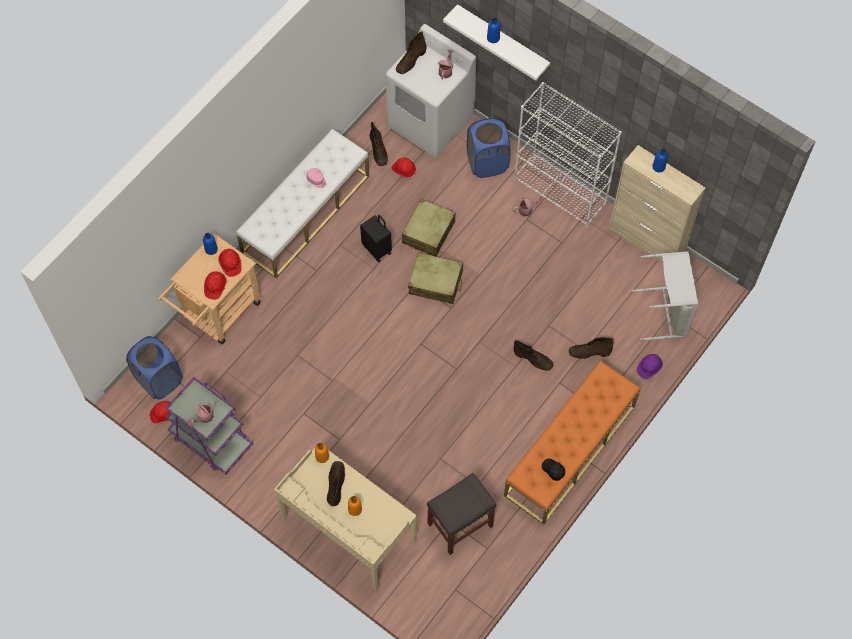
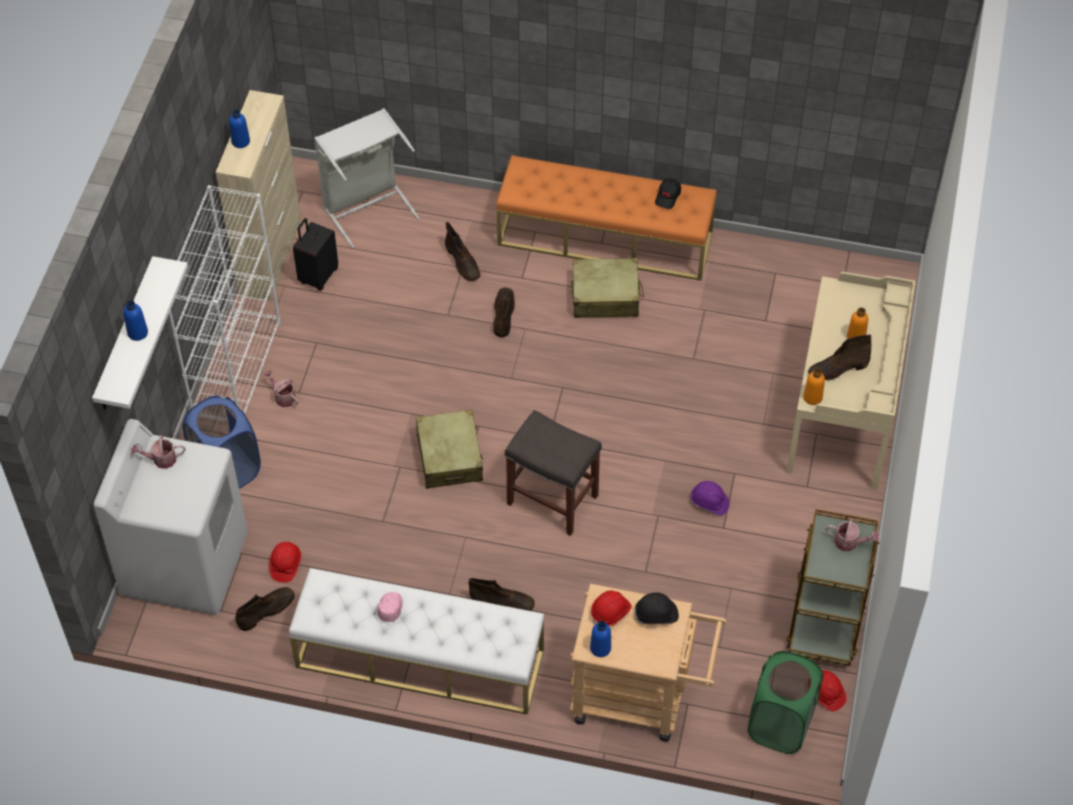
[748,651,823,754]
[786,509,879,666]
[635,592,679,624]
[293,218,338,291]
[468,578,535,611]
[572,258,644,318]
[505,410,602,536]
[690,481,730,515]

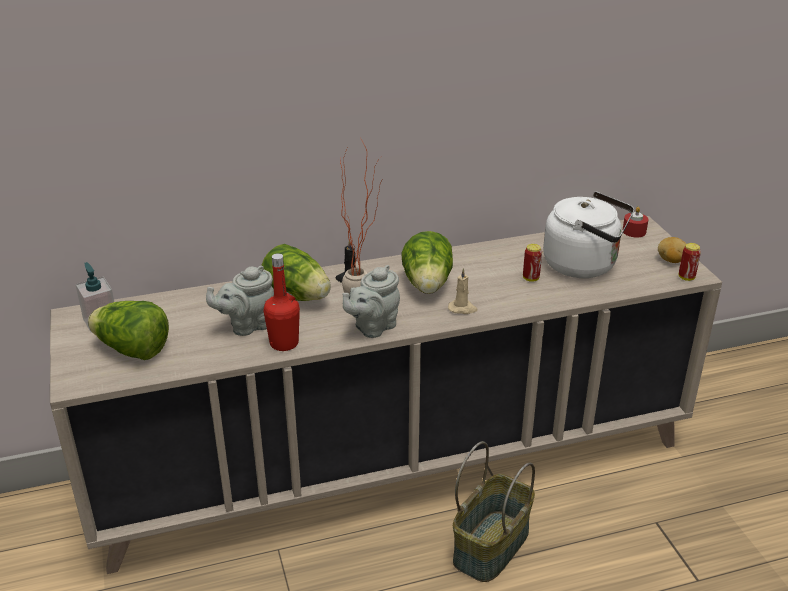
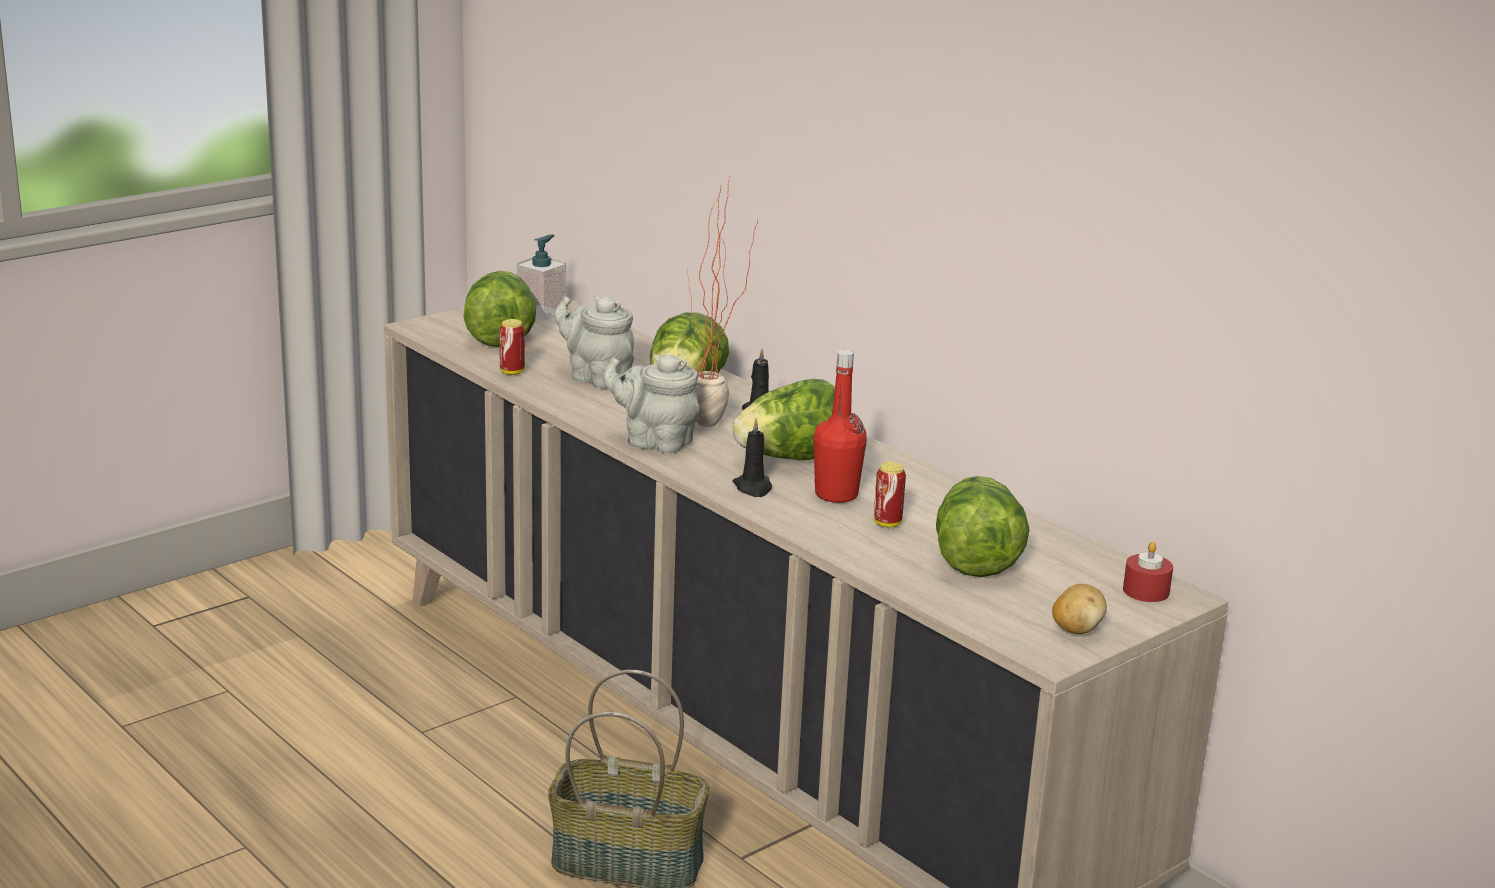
[813,350,867,503]
[732,418,772,497]
[936,476,1030,577]
[499,319,525,375]

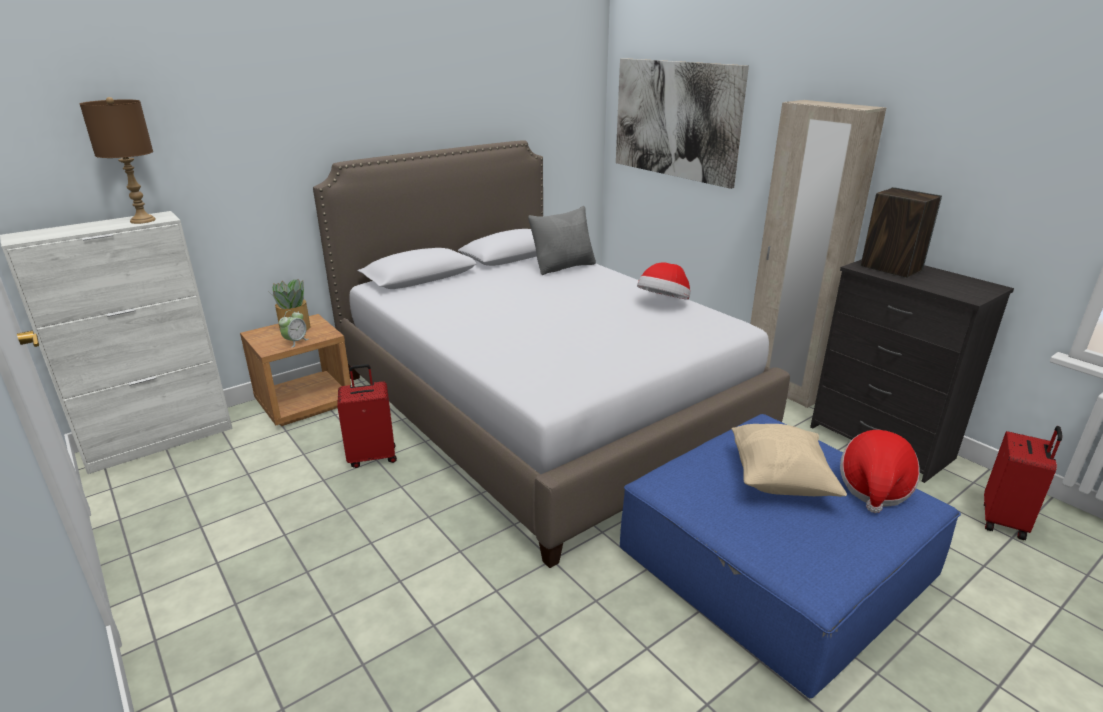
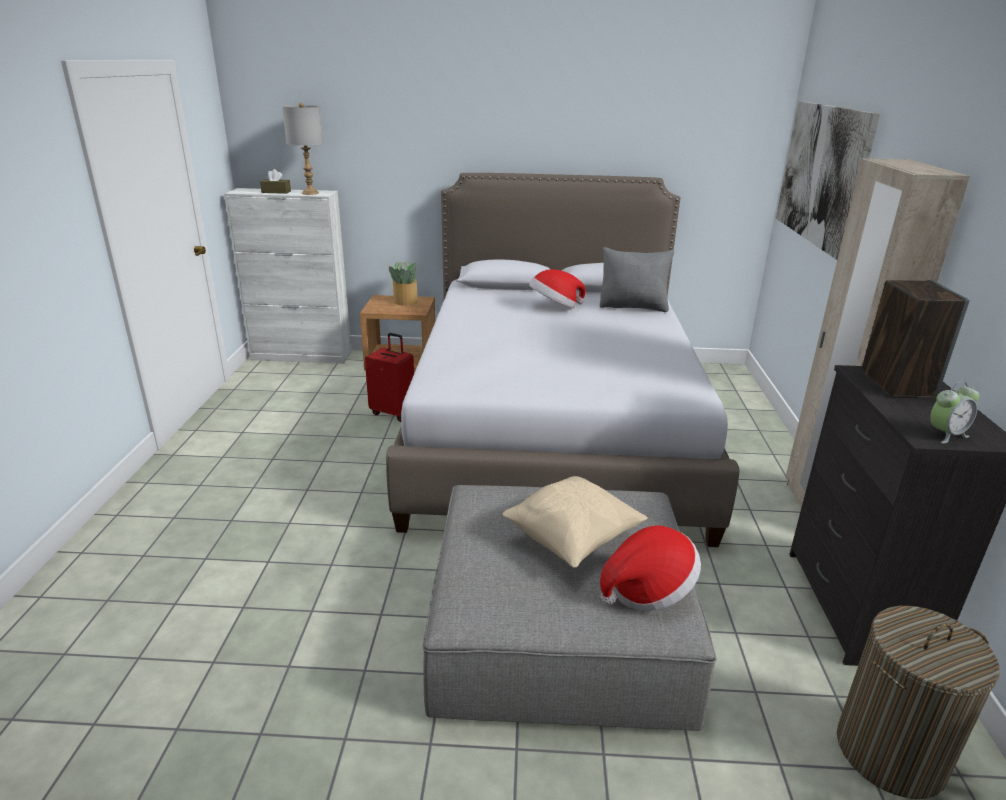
[282,103,324,195]
[930,381,979,443]
[422,485,717,731]
[529,269,586,308]
[837,606,1000,799]
[260,169,291,194]

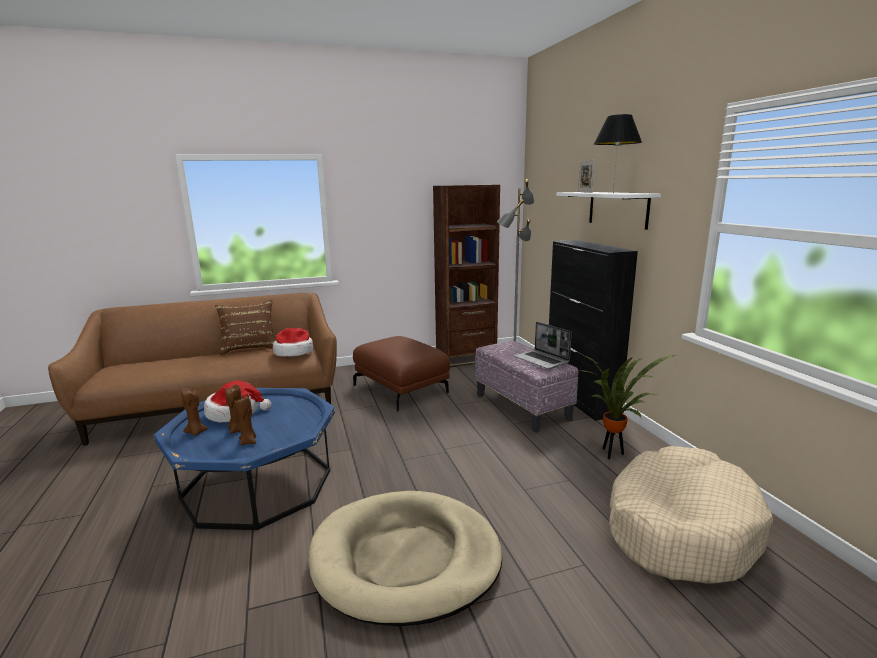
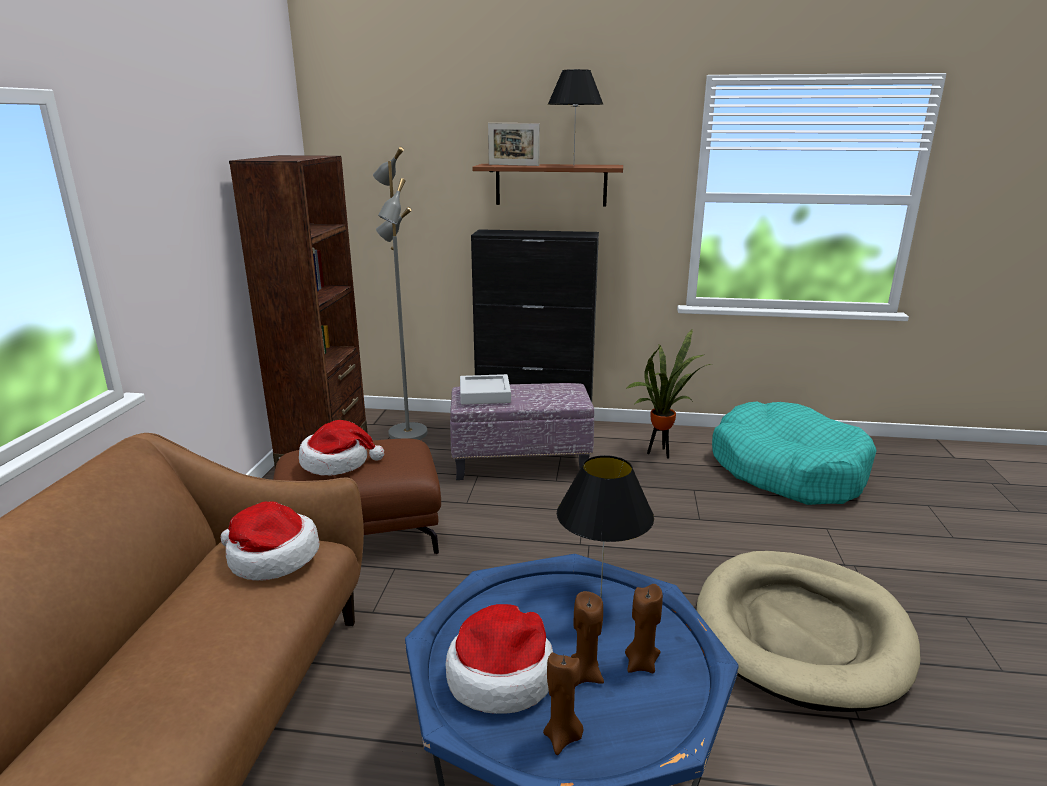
[215,300,275,355] (first image)
[514,322,572,369] (first image)
[472,164,623,206]
[712,402,877,505]
[299,420,384,476]
[460,374,511,405]
[557,455,654,597]

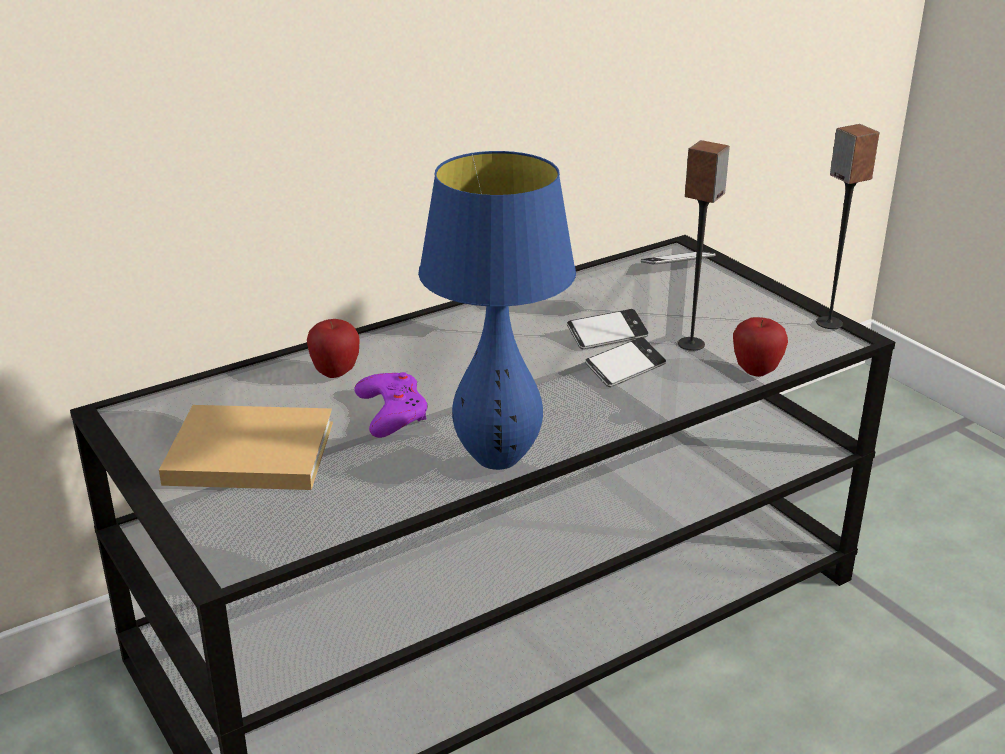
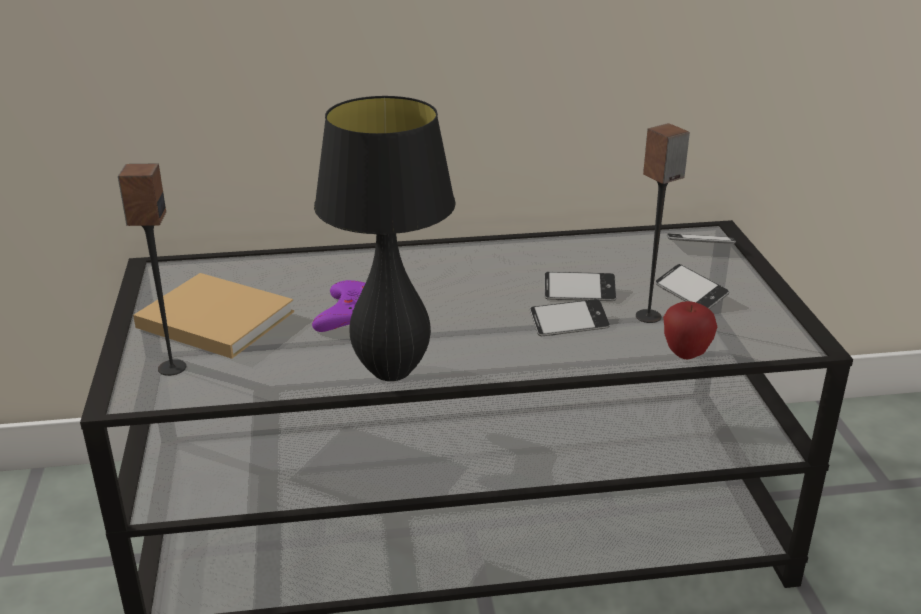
[307,319,359,378] (first image)
[314,96,456,381]
[118,164,186,376]
[655,264,729,309]

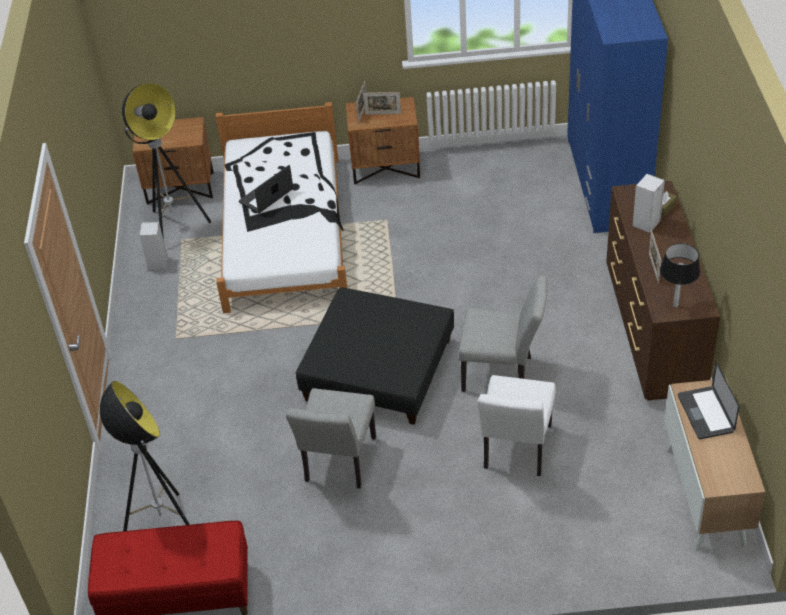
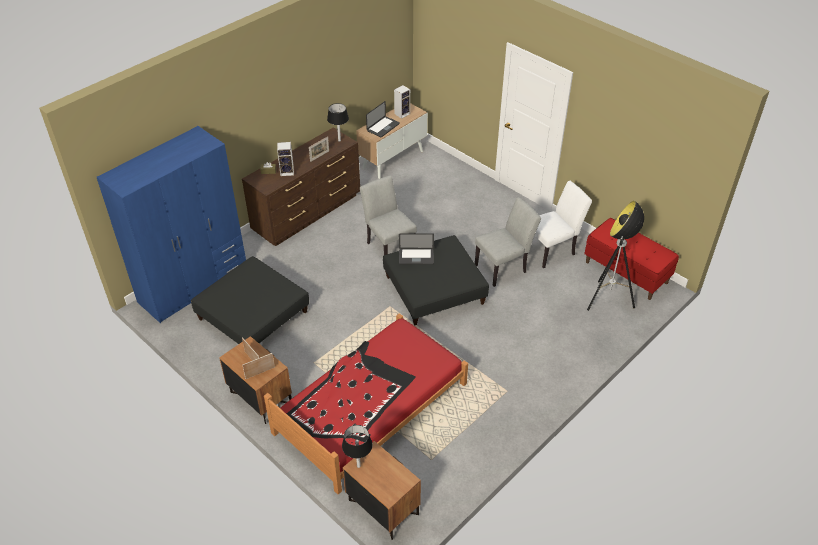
[122,83,211,240] (first image)
[394,85,410,119]
[264,313,468,494]
[399,233,434,265]
[535,181,592,268]
[191,256,309,344]
[342,425,373,468]

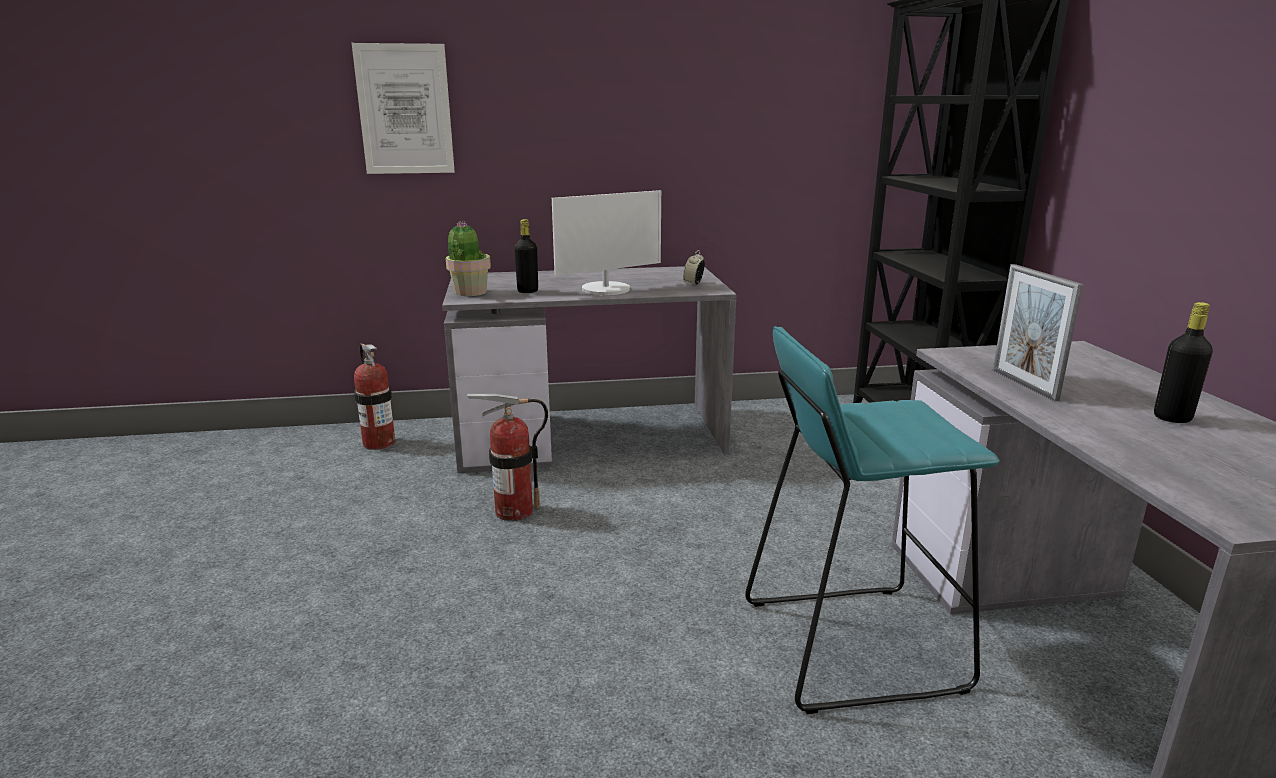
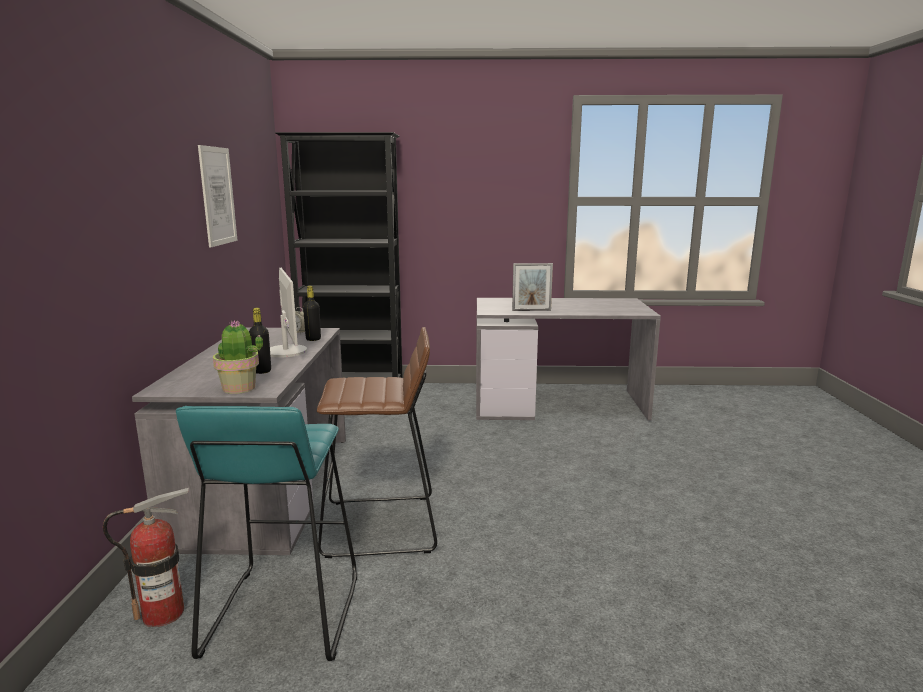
[198,145,238,247]
[317,327,437,558]
[176,406,357,661]
[303,286,321,341]

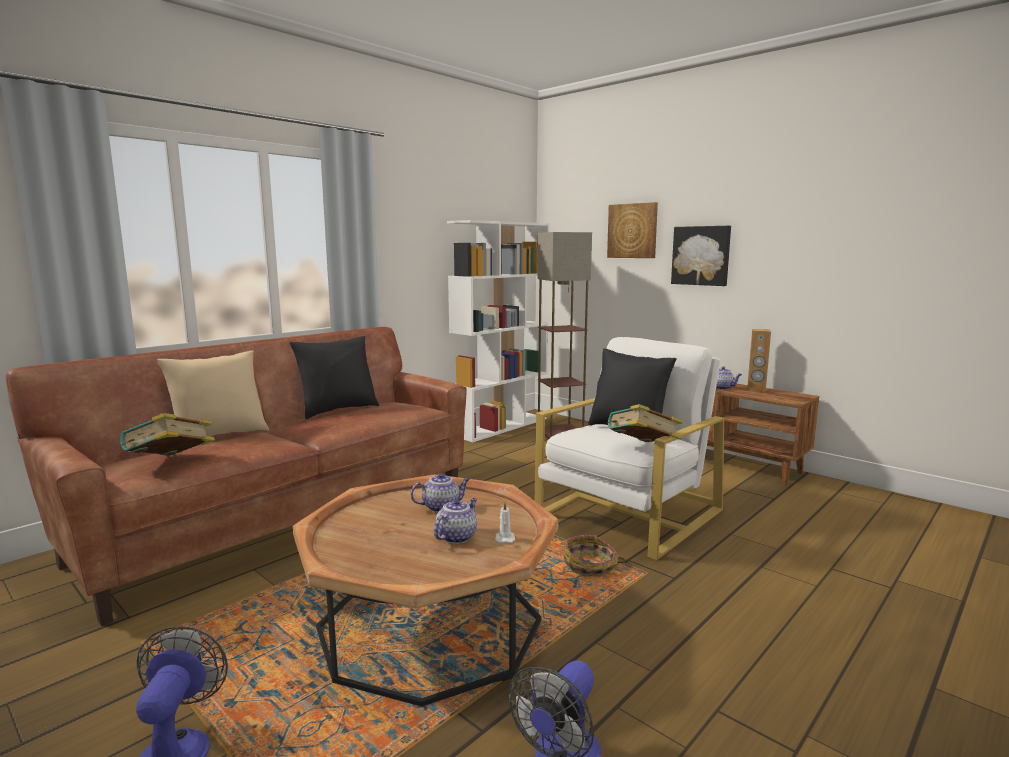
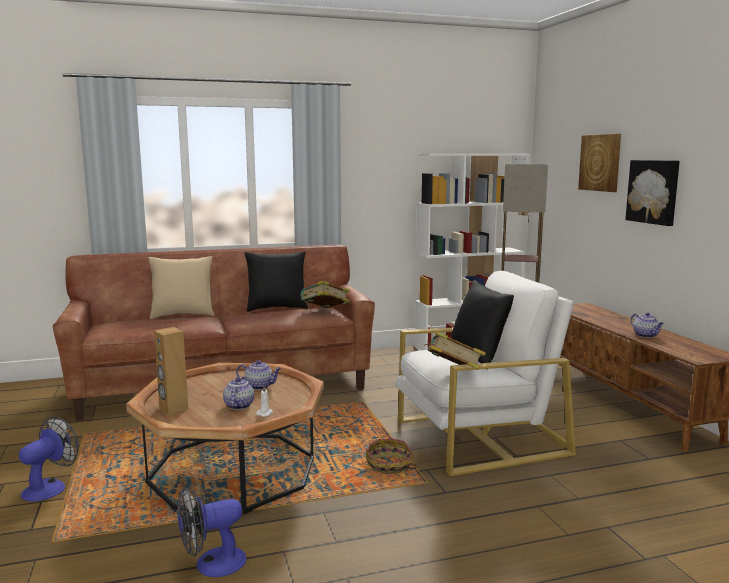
[300,281,350,308]
[223,377,254,410]
[154,327,188,415]

